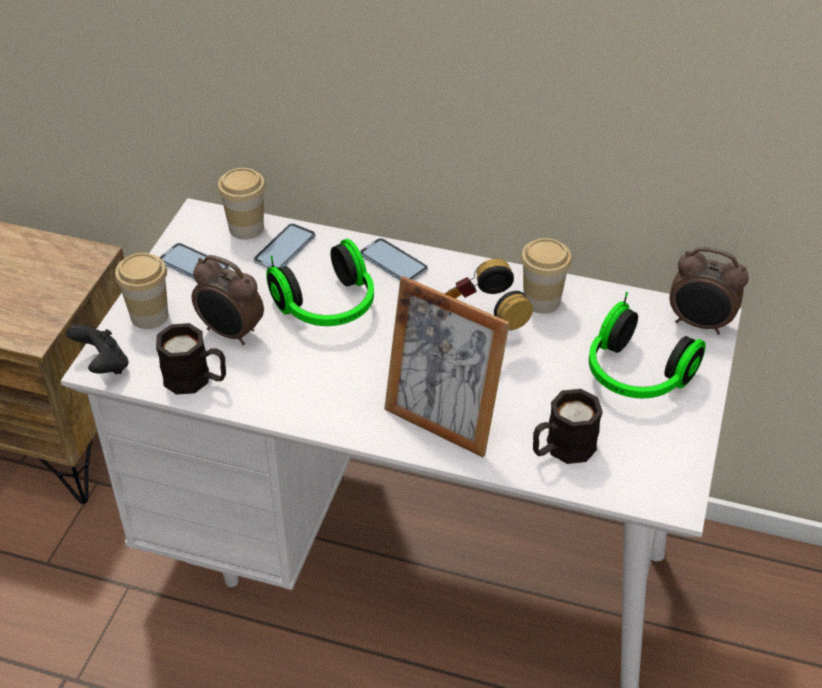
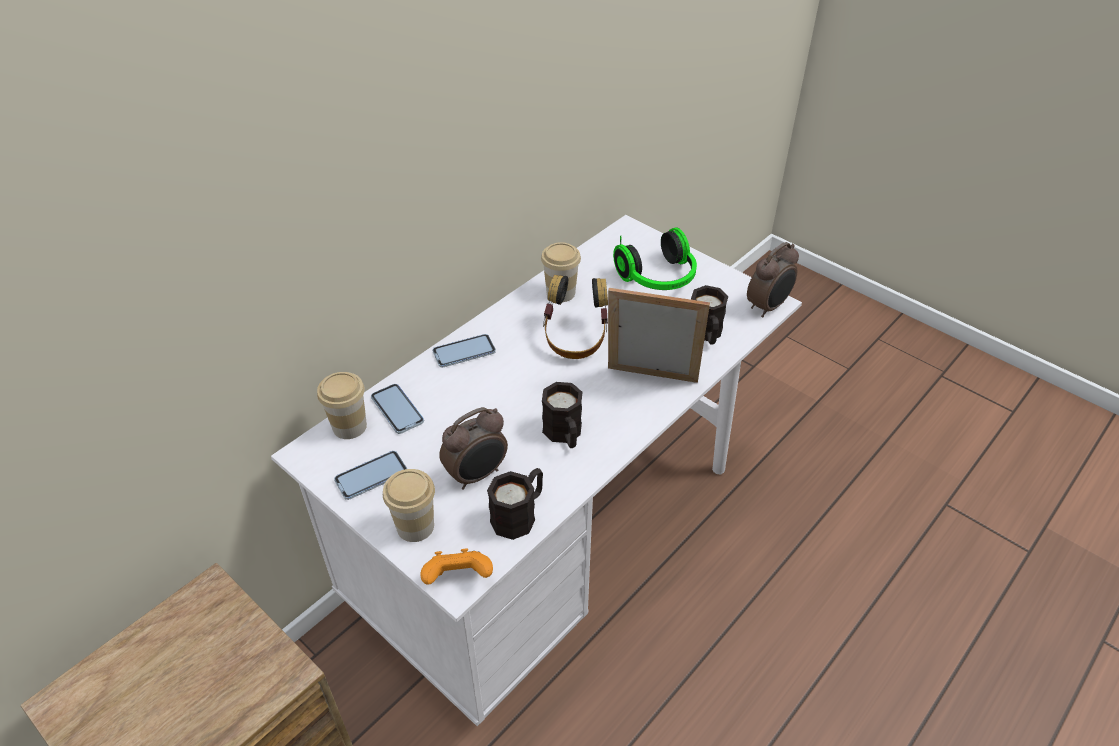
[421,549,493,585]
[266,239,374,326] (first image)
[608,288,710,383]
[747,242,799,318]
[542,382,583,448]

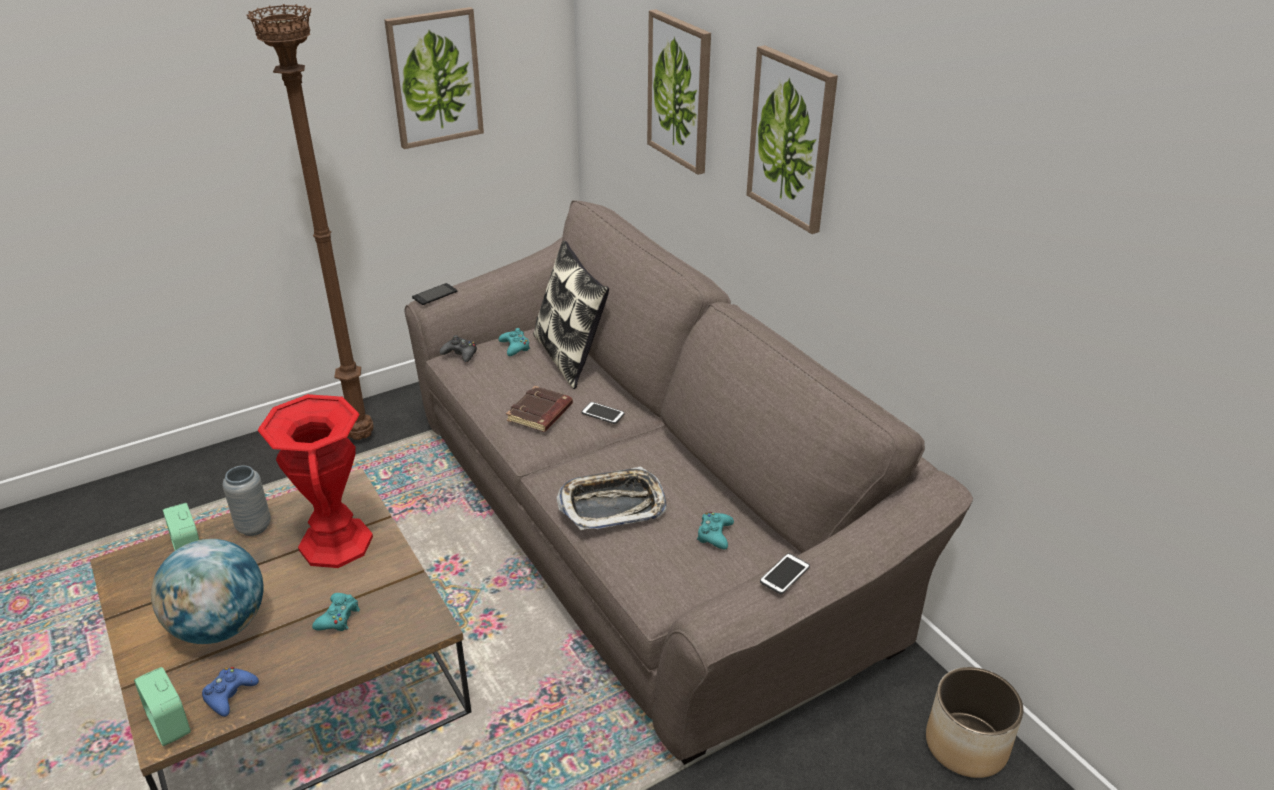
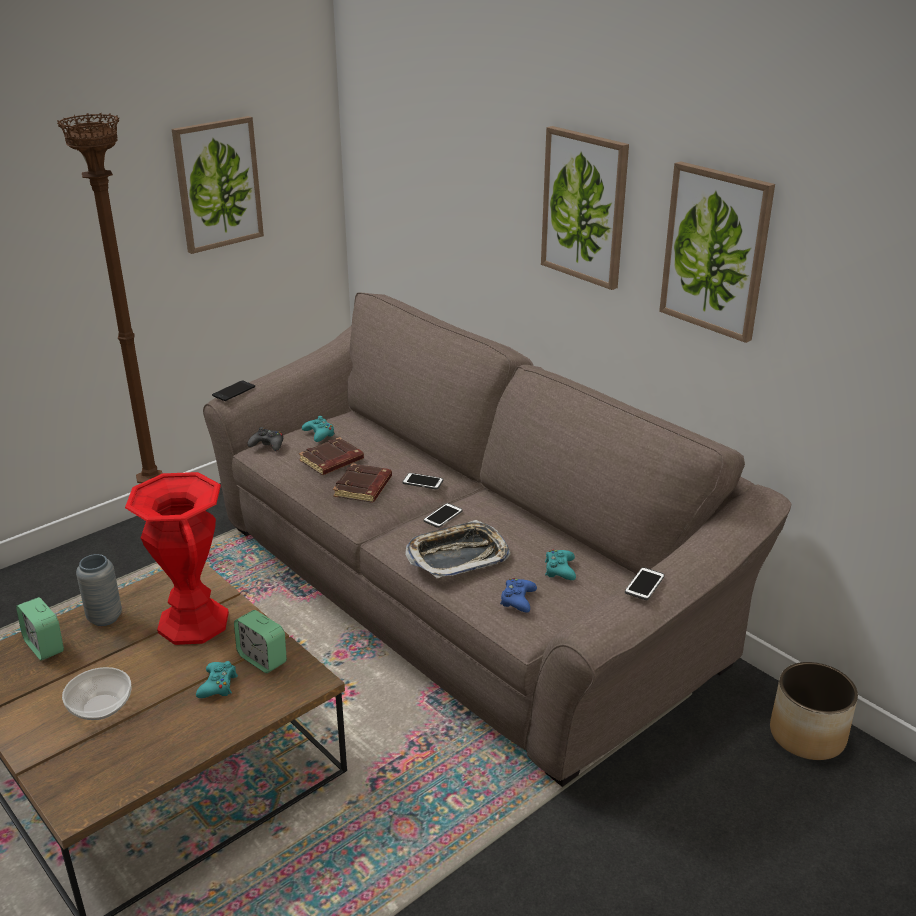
[234,610,287,673]
[62,667,131,720]
[500,578,537,613]
[533,241,609,389] (first image)
[659,161,775,343]
[299,437,364,475]
[423,503,463,528]

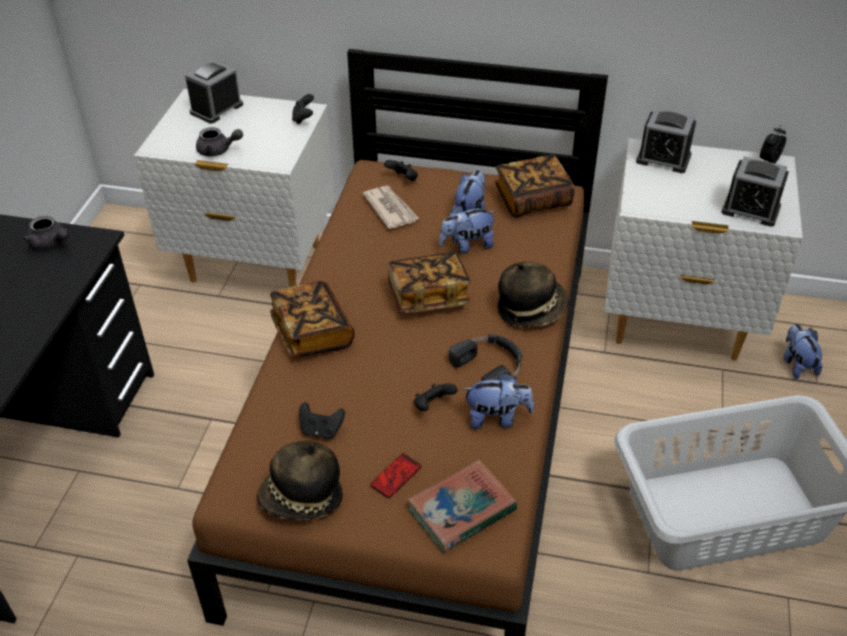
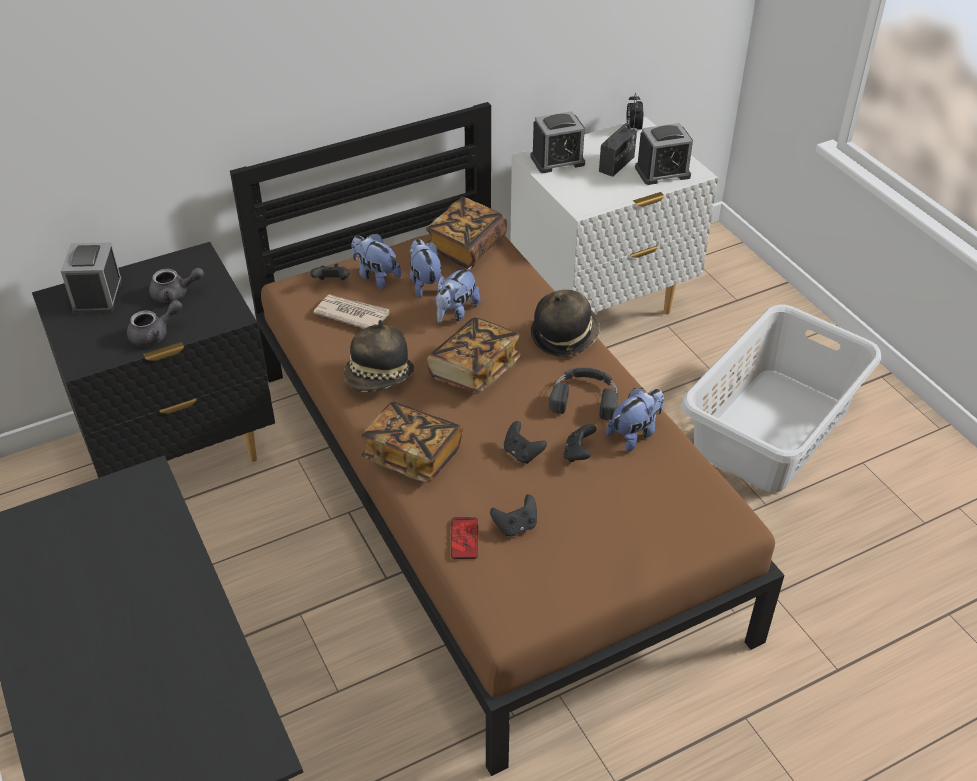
[149,268,204,303]
[32,242,275,478]
[344,320,414,392]
[504,421,547,464]
[451,517,478,559]
[407,459,517,552] (first image)
[352,233,402,289]
[599,100,637,177]

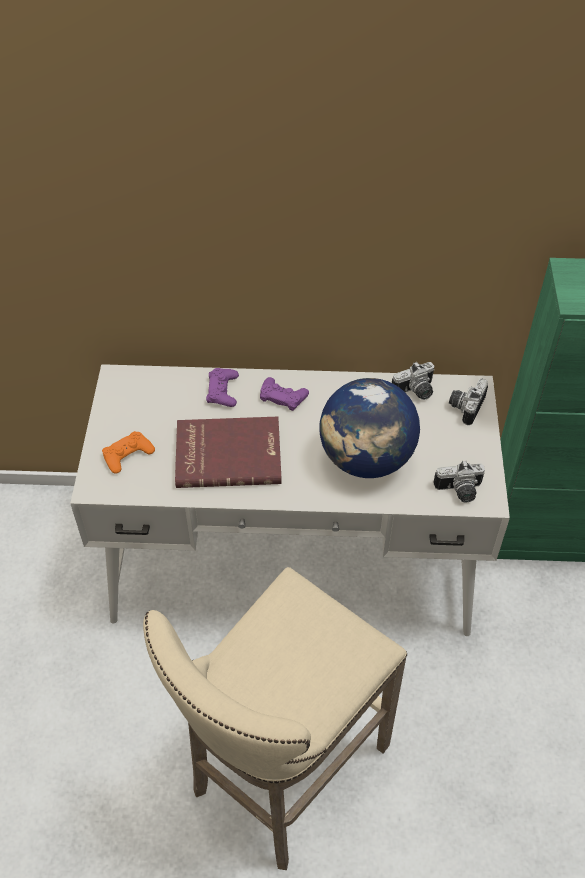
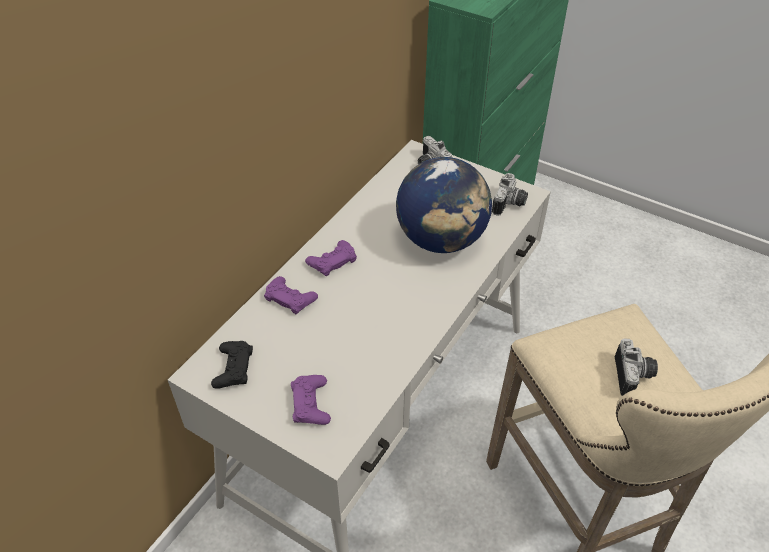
[291,375,331,425]
[175,417,282,488] (first image)
[615,338,658,396]
[211,341,253,389]

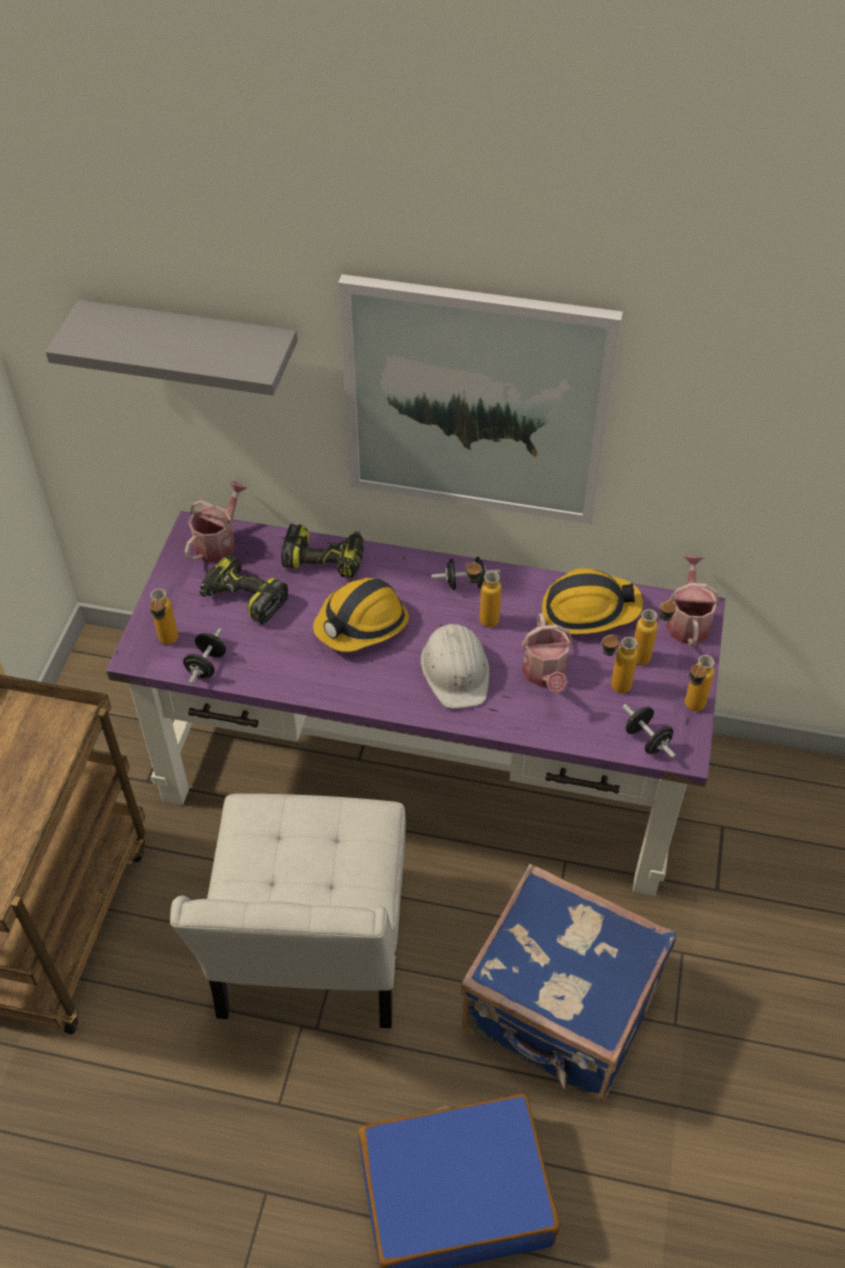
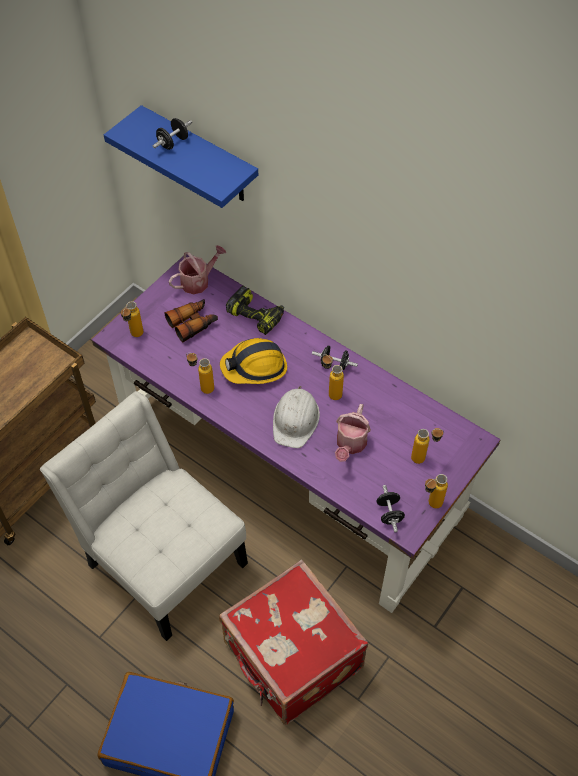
[104,105,258,208]
[40,391,248,641]
[153,118,192,150]
[164,299,218,342]
[338,274,623,524] (first image)
[219,559,368,725]
[542,568,643,634] (first image)
[186,353,214,394]
[666,555,720,647] (first image)

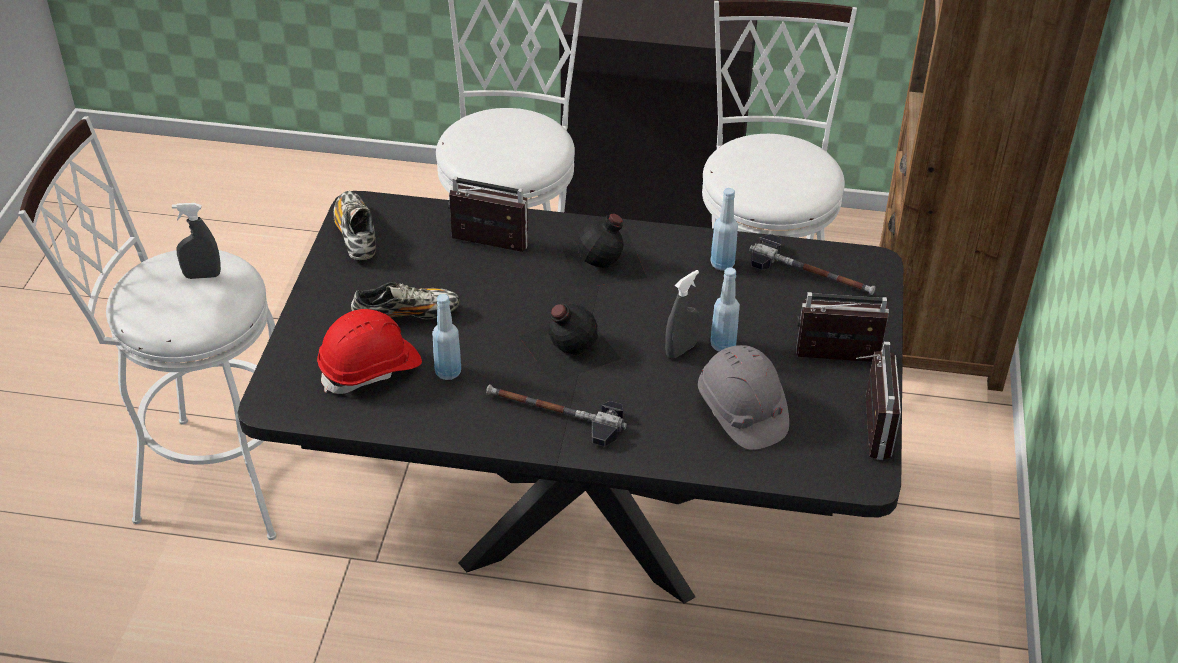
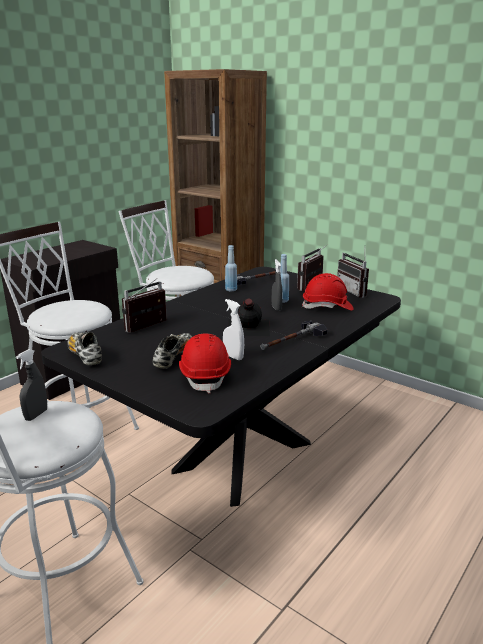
[67,332,102,365]
[223,299,244,360]
[561,214,647,289] (first image)
[302,273,353,311]
[337,253,369,298]

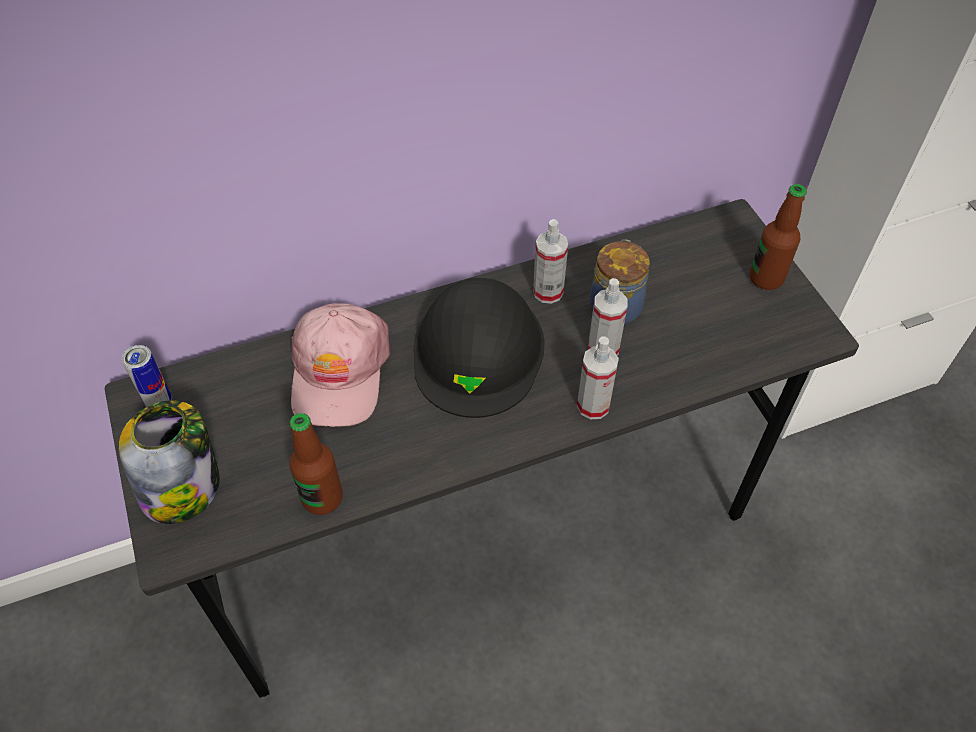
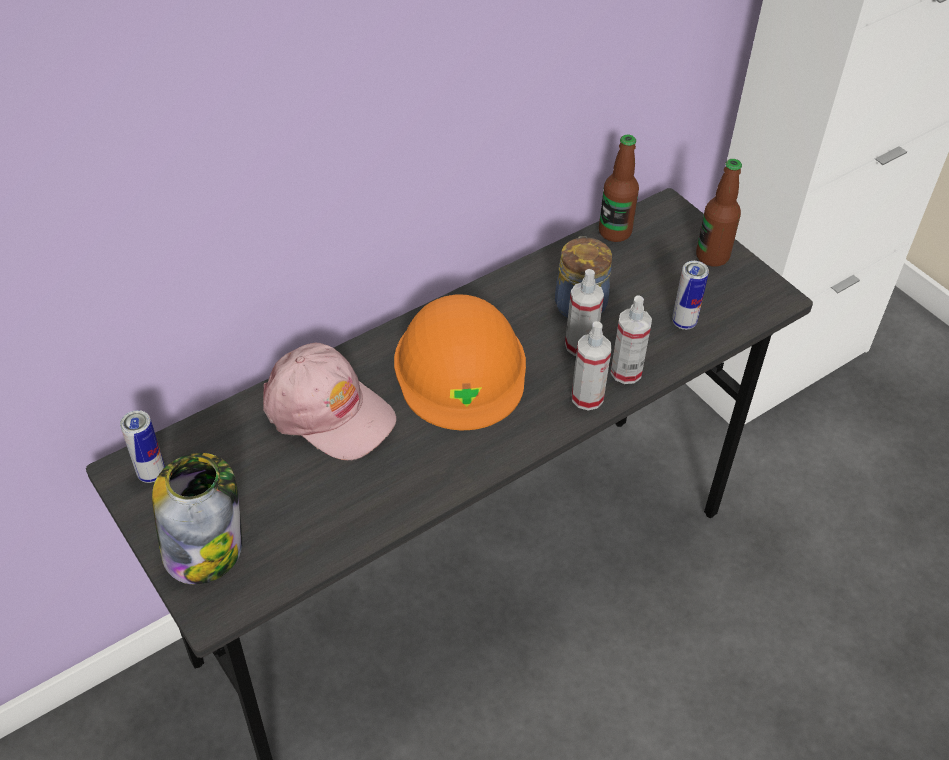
[599,134,639,242]
[263,343,396,460]
[394,294,526,430]
[611,295,652,384]
[672,261,709,330]

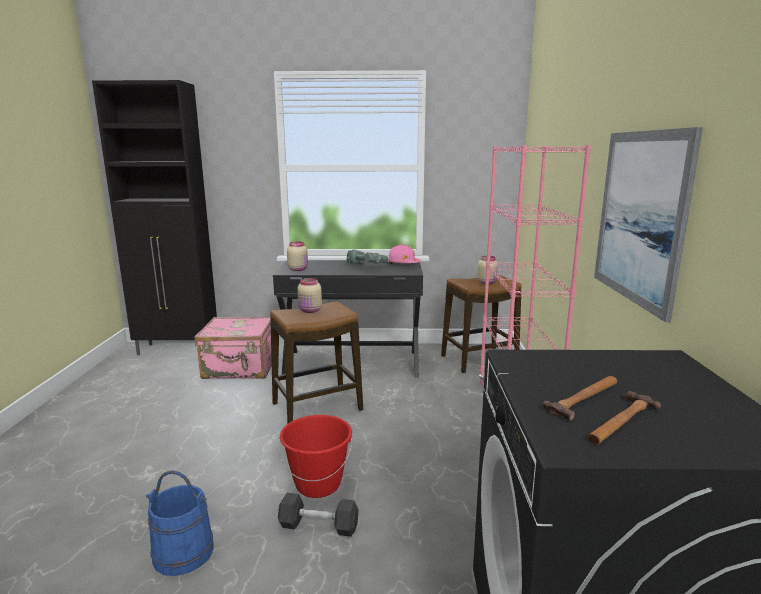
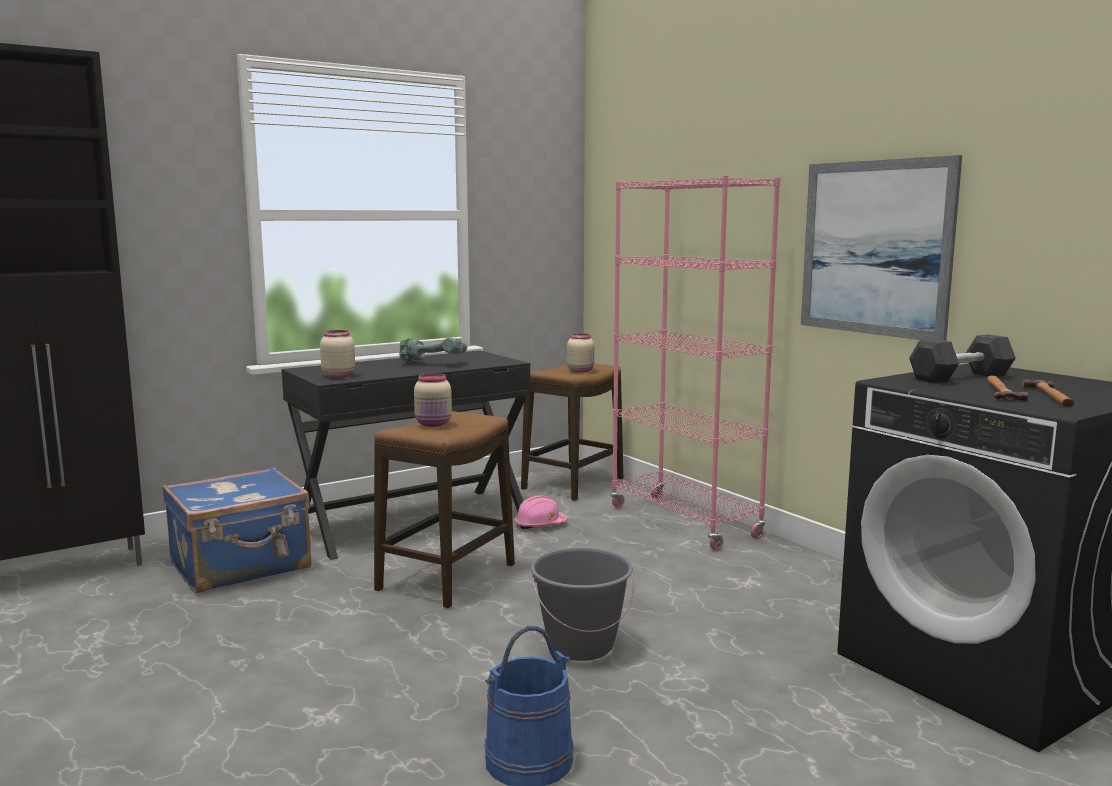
[162,467,311,593]
[909,334,1016,383]
[531,548,634,661]
[514,495,568,529]

